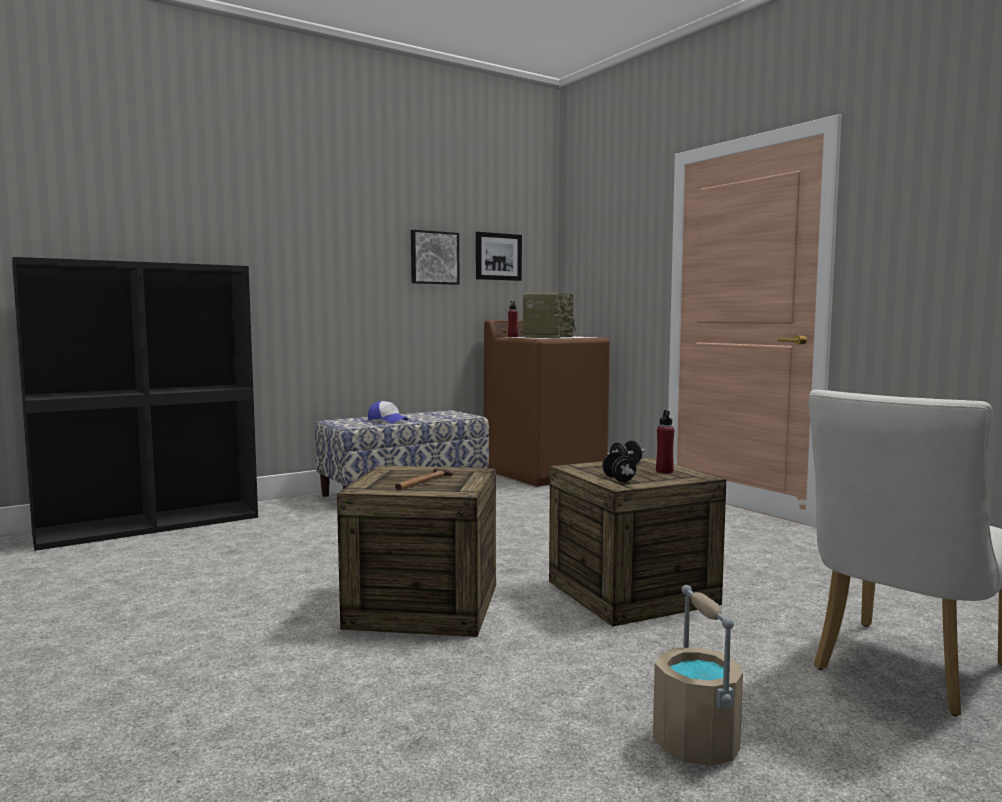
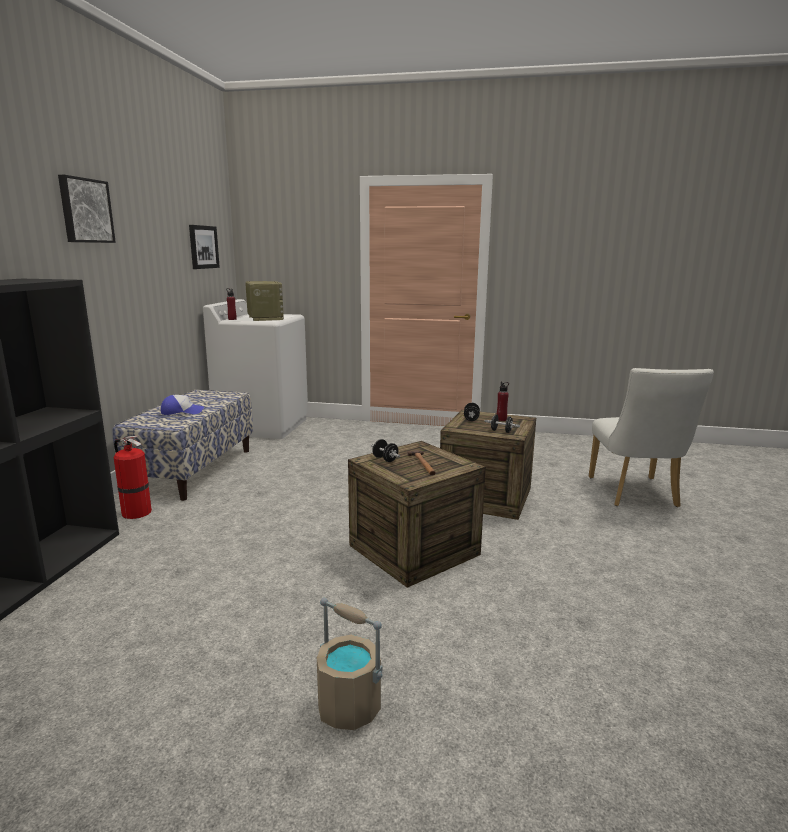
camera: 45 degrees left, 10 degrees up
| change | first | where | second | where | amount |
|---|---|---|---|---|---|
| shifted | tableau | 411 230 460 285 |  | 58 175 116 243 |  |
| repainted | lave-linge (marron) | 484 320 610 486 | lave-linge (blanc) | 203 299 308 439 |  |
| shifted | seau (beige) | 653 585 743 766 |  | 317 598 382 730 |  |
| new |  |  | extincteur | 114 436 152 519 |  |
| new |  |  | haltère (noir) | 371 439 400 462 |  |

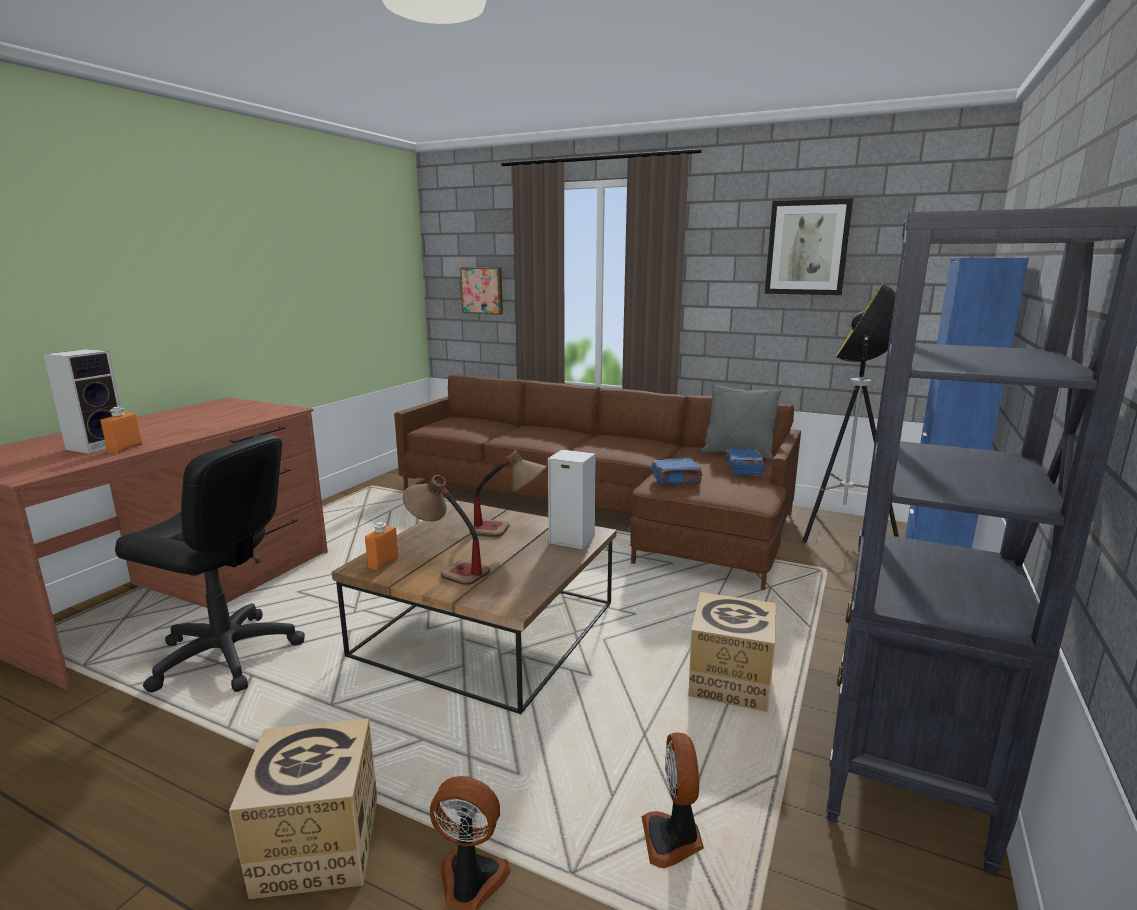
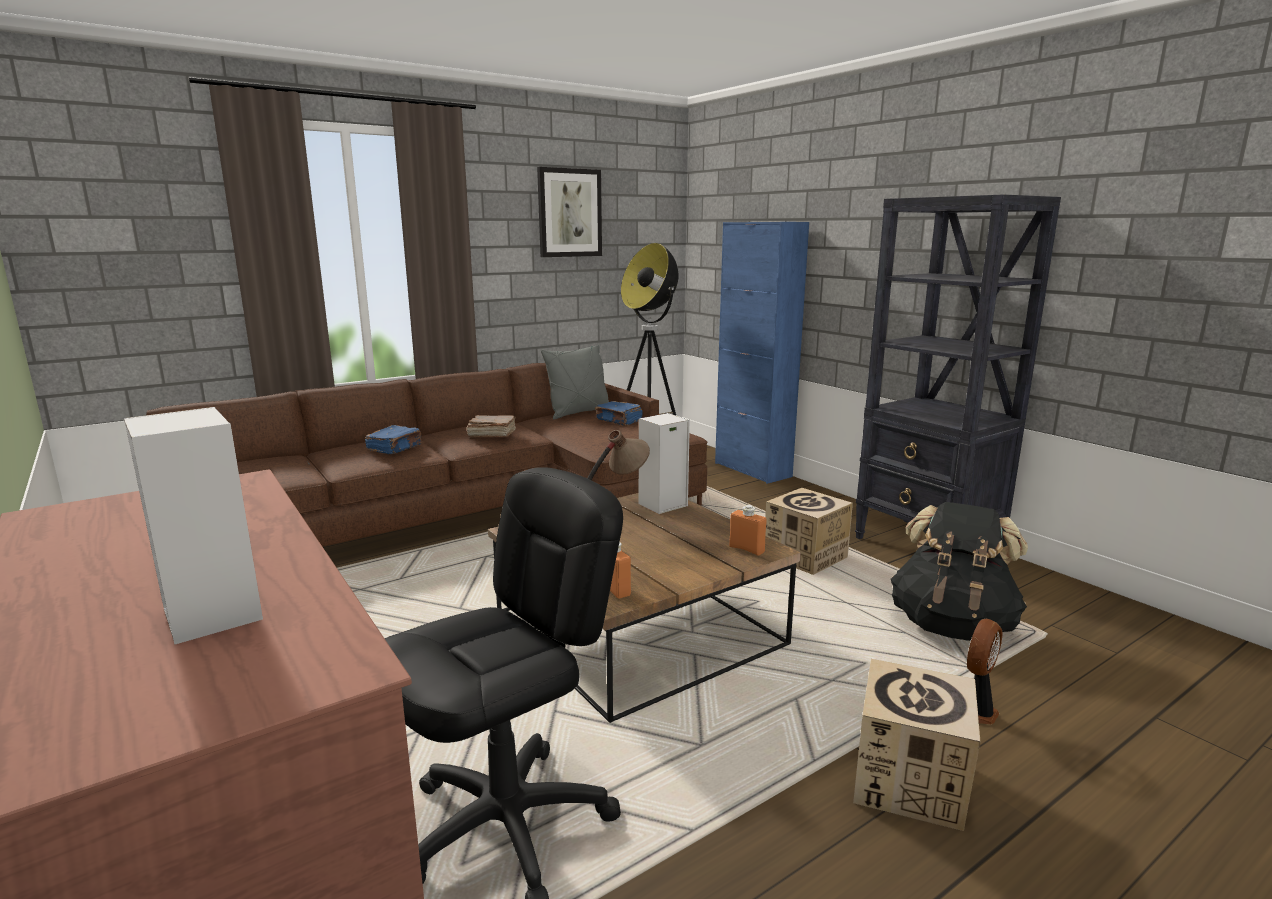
camera: 60 degrees left, 0 degrees up
| change | first | where | second | where | amount |
|---|---|---|---|---|---|
| gone | tableau | 460 267 503 315 |  |  |  |
| shifted | bouteille (orange) | 100 407 142 454 |  | 729 505 767 556 |  |
| shifted | livre (bleu) | 651 458 703 484 |  | 365 425 422 454 |  |
| gone | lampe de table | 403 475 490 585 |  |  |  |
| swapped | ventilateur | 641 732 704 868 | sac à dos (noir) | 891 502 1028 641 |  |
| new |  |  | livre (marron) | 466 415 516 437 |  |

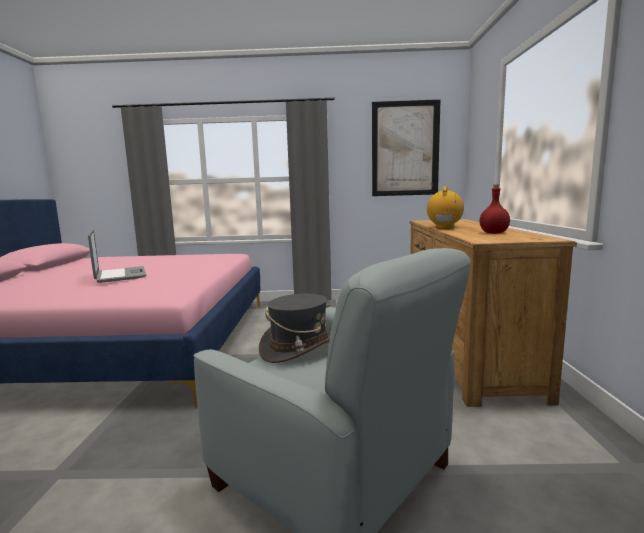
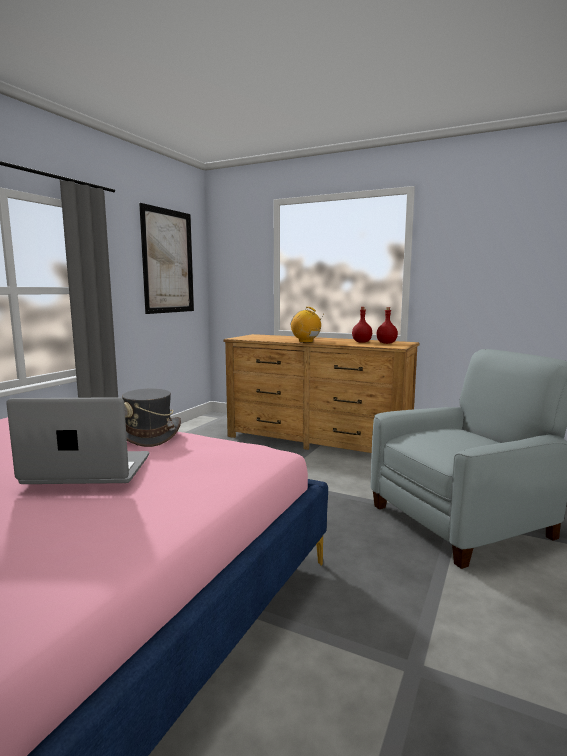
camera: 65 degrees left, 0 degrees up
| change | first | where | second | where | amount |
|---|---|---|---|---|---|
| shifted | chapeau (gris) | 259 294 330 363 |  | 122 388 181 447 |  |
| new |  |  | bouteille (rouge) | 376 307 398 344 |  |

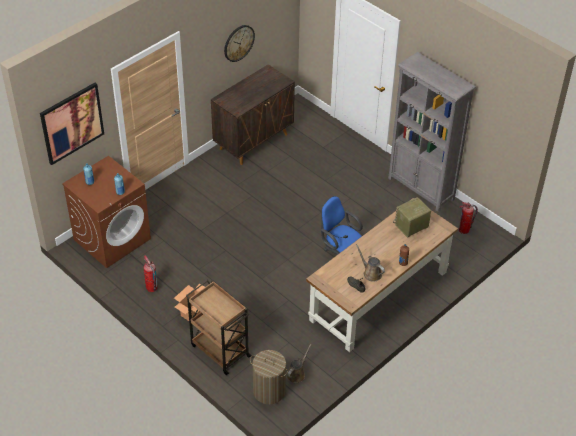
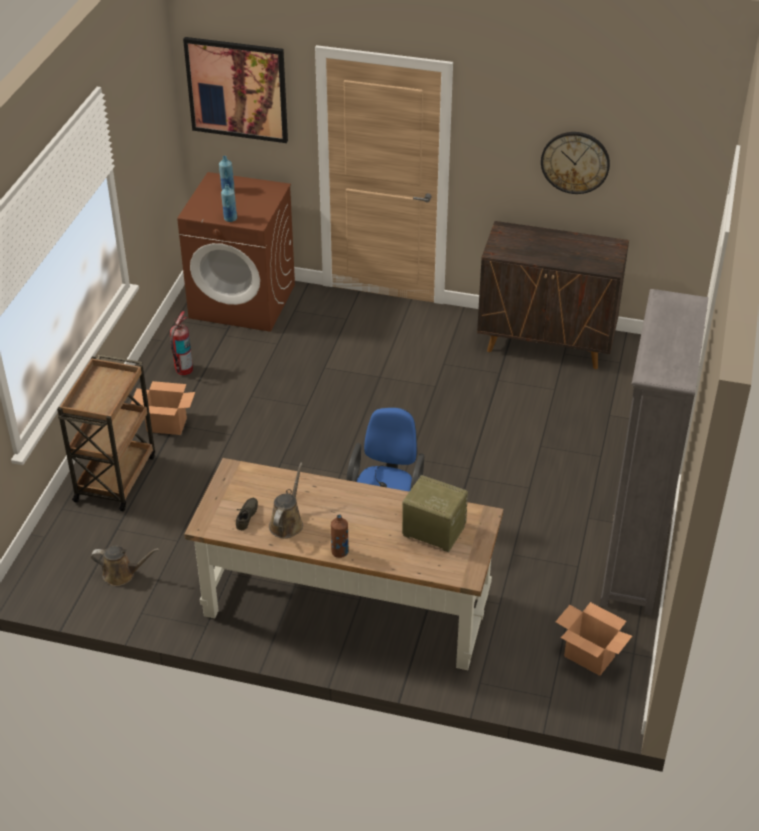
camera: 60 degrees right, 5 degrees down
| change | first | where | second | where | amount |
|---|---|---|---|---|---|
| swapped | extincteur | 459 202 478 234 | carton | 555 602 632 676 |  |
| gone | panier à linge | 250 350 288 404 |  |  |  |

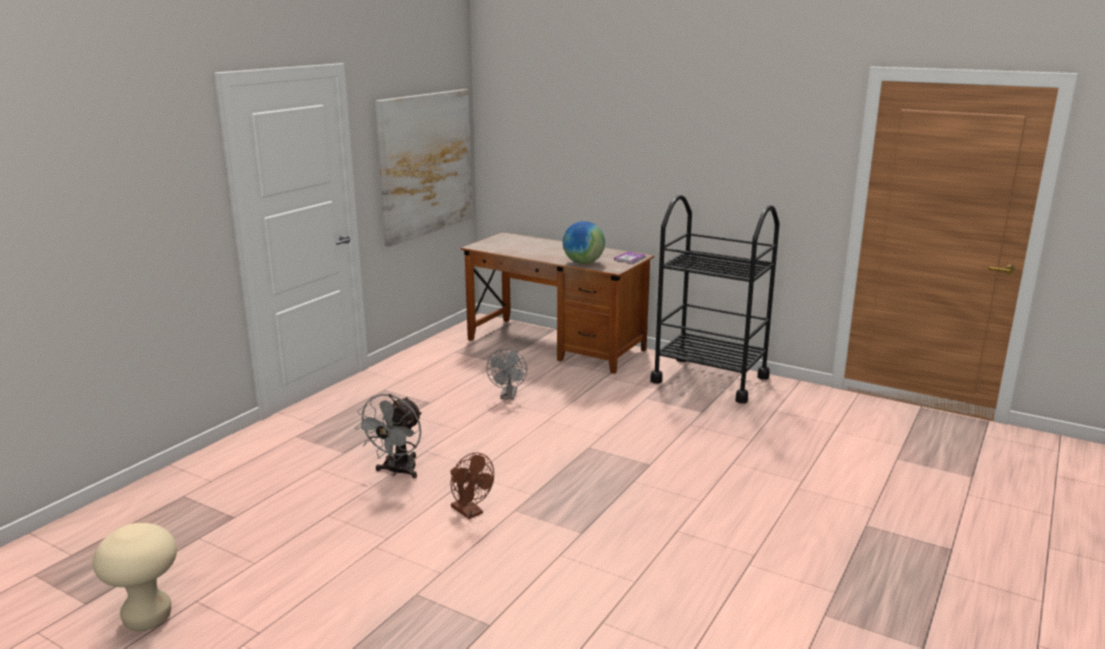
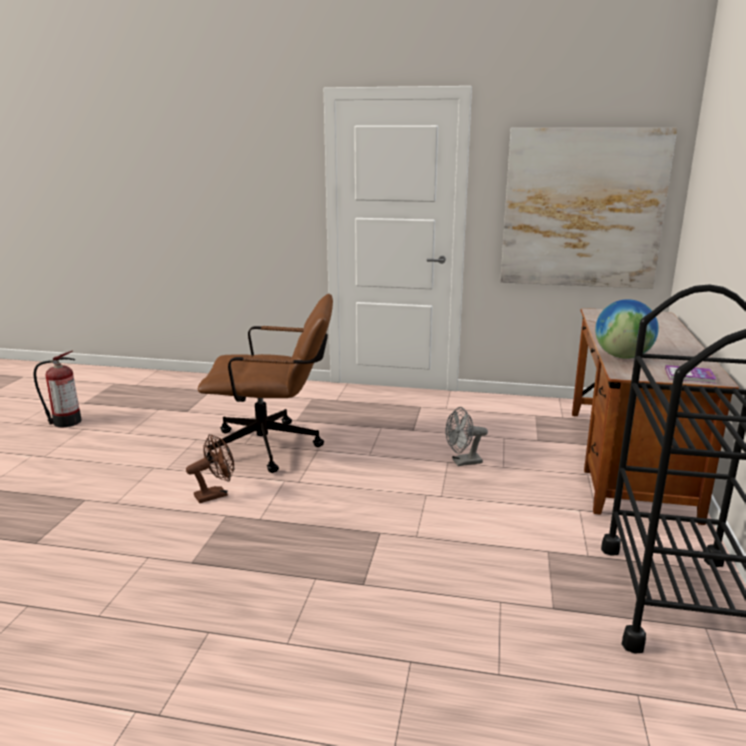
camera: 70 degrees right, 0 degrees up
| change | first | where | second | where | amount |
|---|---|---|---|---|---|
| swapped | ventilateur (gris) | 355 394 422 478 | chaise de bureau (marron) | 198 294 333 473 |  |
| rotated | ventilateur (marron) | 450 453 494 519 |  | 186 434 234 503 | 150 degrees counterclockwise |
| swapped | tabouret (beige) | 93 523 177 631 | extincteur | 34 351 82 427 |  |

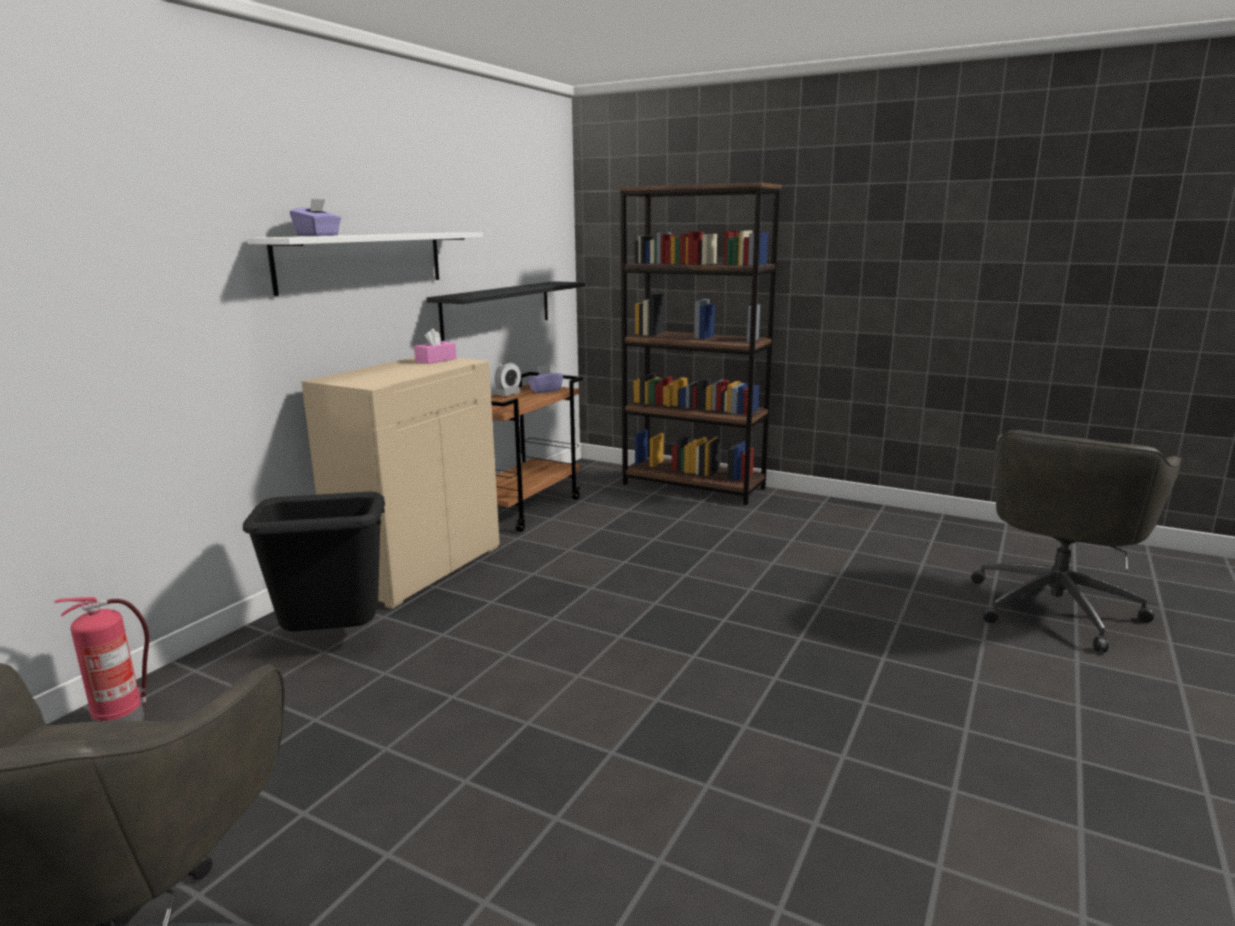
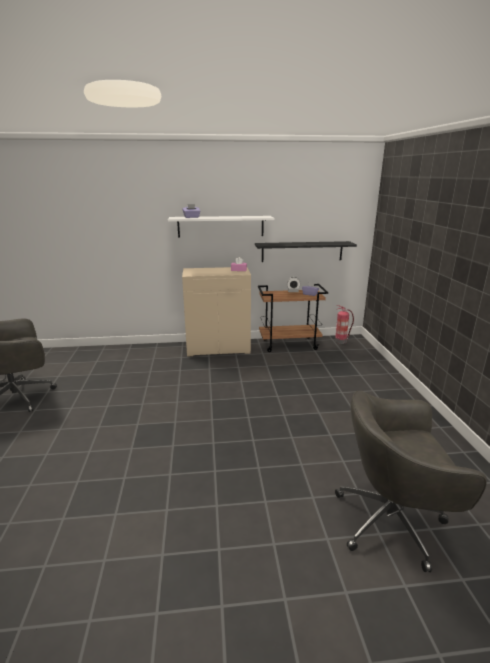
camera: 55 degrees right, 5 degrees up
| change | first | where | second | where | amount |
|---|---|---|---|---|---|
| gone | bibliothèque (marron) | 620 183 781 505 |  |  |  |
| gone | poubelle (noir) | 243 492 385 631 |  |  |  |
| shifted | extincteur | 54 597 149 722 |  | 335 305 354 344 |  |

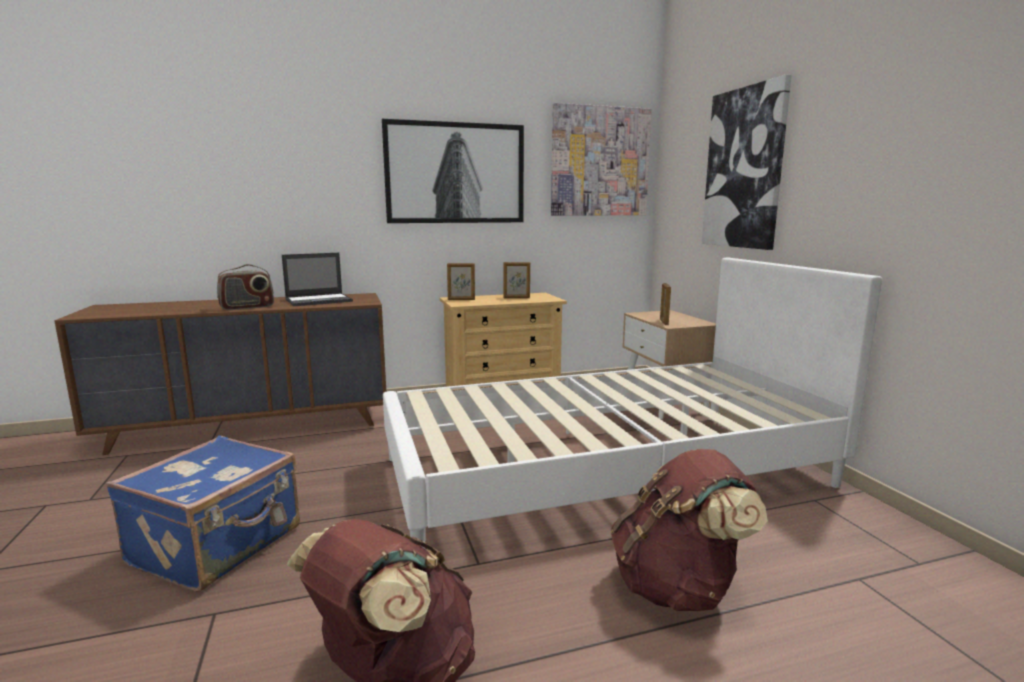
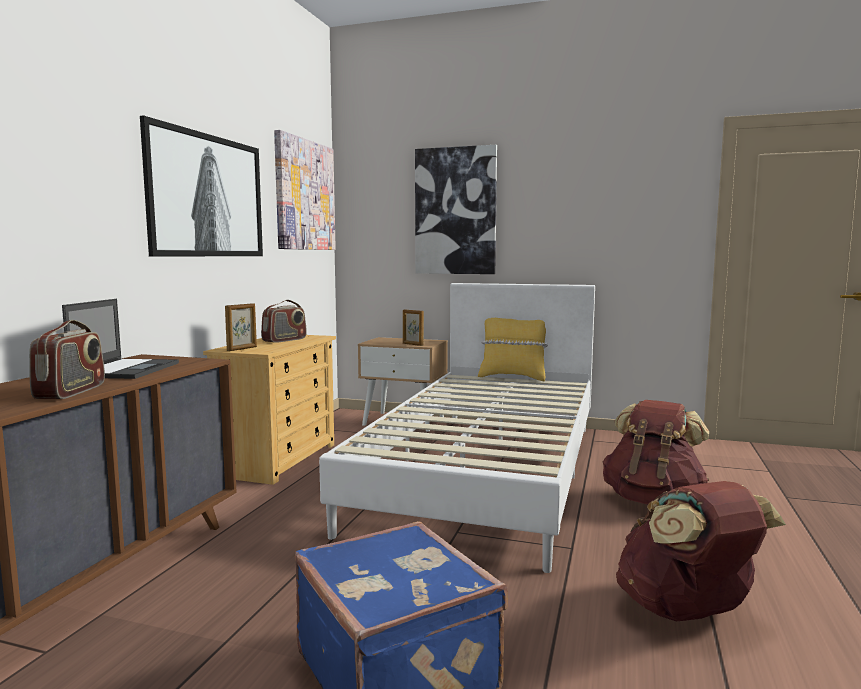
camera: 55 degrees left, 5 degrees down
| change | first | where | second | where | amount |
|---|---|---|---|---|---|
| swapped | cadre photo | 503 262 530 298 | radio | 261 300 307 343 |  |
| new |  |  | coussin (jaune) | 478 318 548 381 |  |

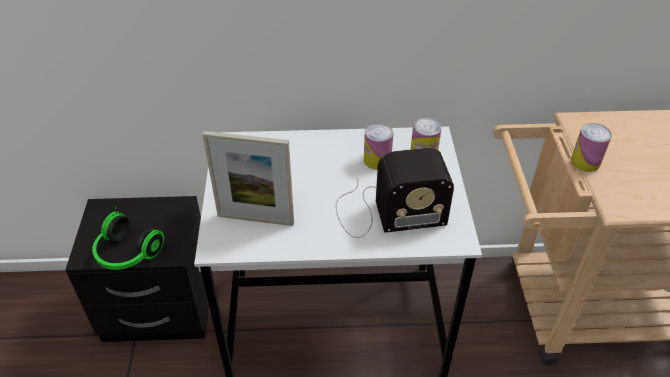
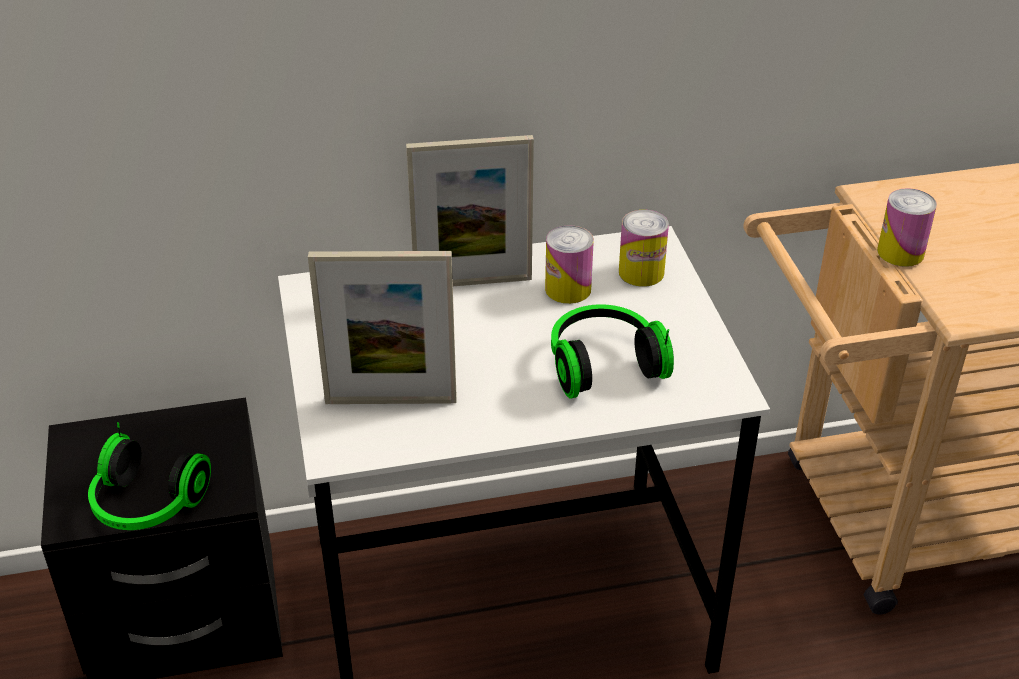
camera: 10 degrees left, 5 degrees down
| change | first | where | second | where | amount |
|---|---|---|---|---|---|
| swapped | radio | 336 148 454 238 | casque audio | 551 304 674 399 |  |
| new |  |  | cadre photo | 406 135 534 286 |  |

